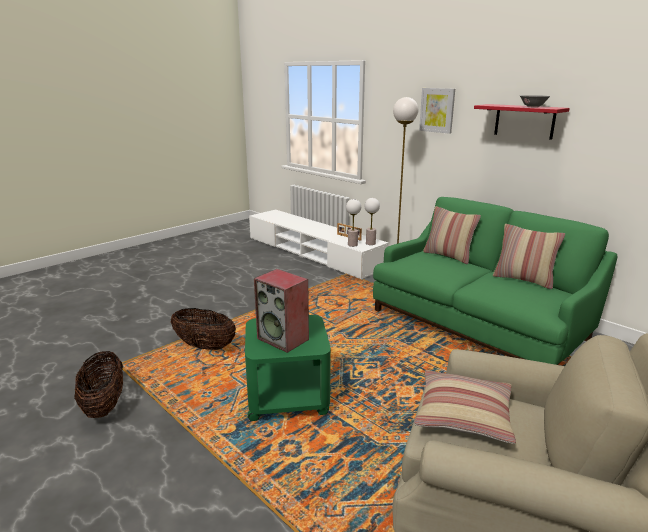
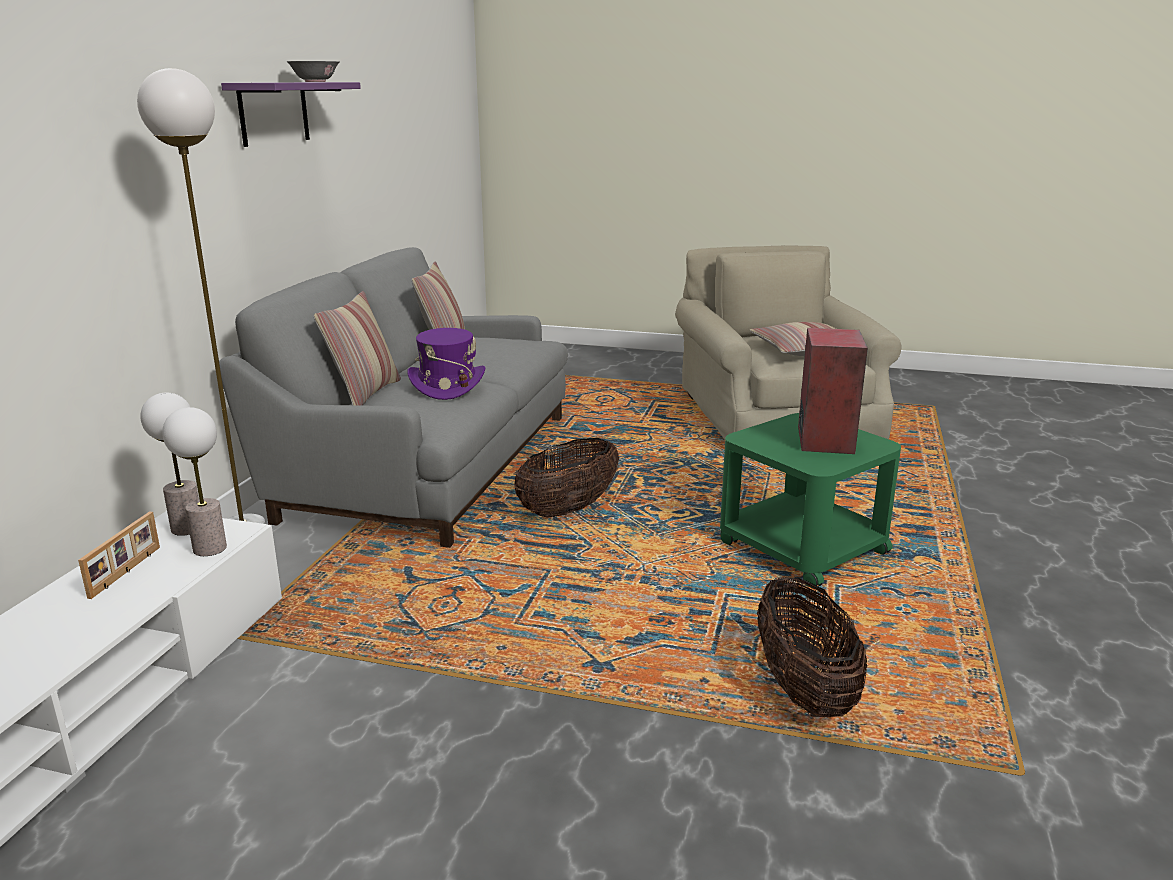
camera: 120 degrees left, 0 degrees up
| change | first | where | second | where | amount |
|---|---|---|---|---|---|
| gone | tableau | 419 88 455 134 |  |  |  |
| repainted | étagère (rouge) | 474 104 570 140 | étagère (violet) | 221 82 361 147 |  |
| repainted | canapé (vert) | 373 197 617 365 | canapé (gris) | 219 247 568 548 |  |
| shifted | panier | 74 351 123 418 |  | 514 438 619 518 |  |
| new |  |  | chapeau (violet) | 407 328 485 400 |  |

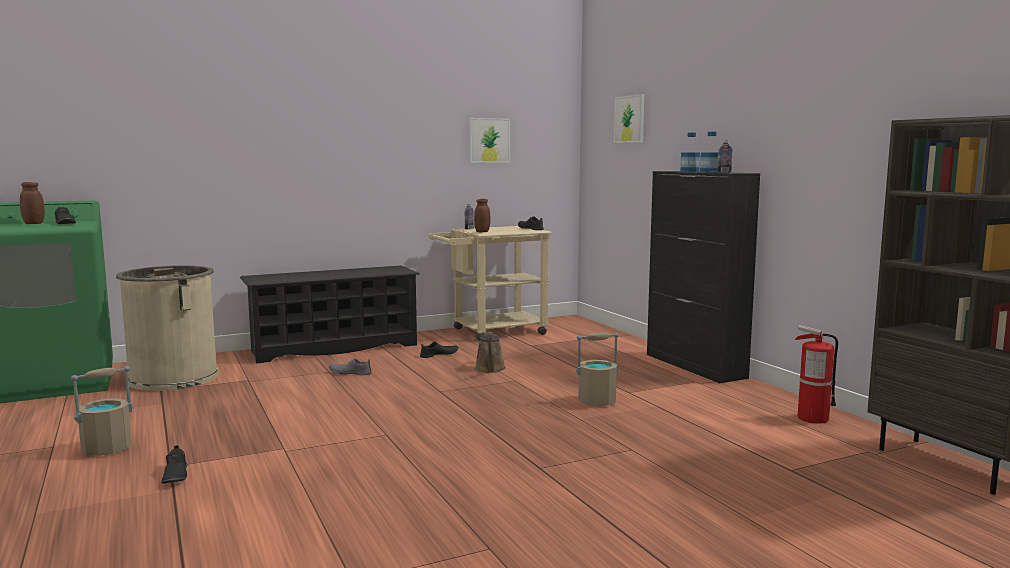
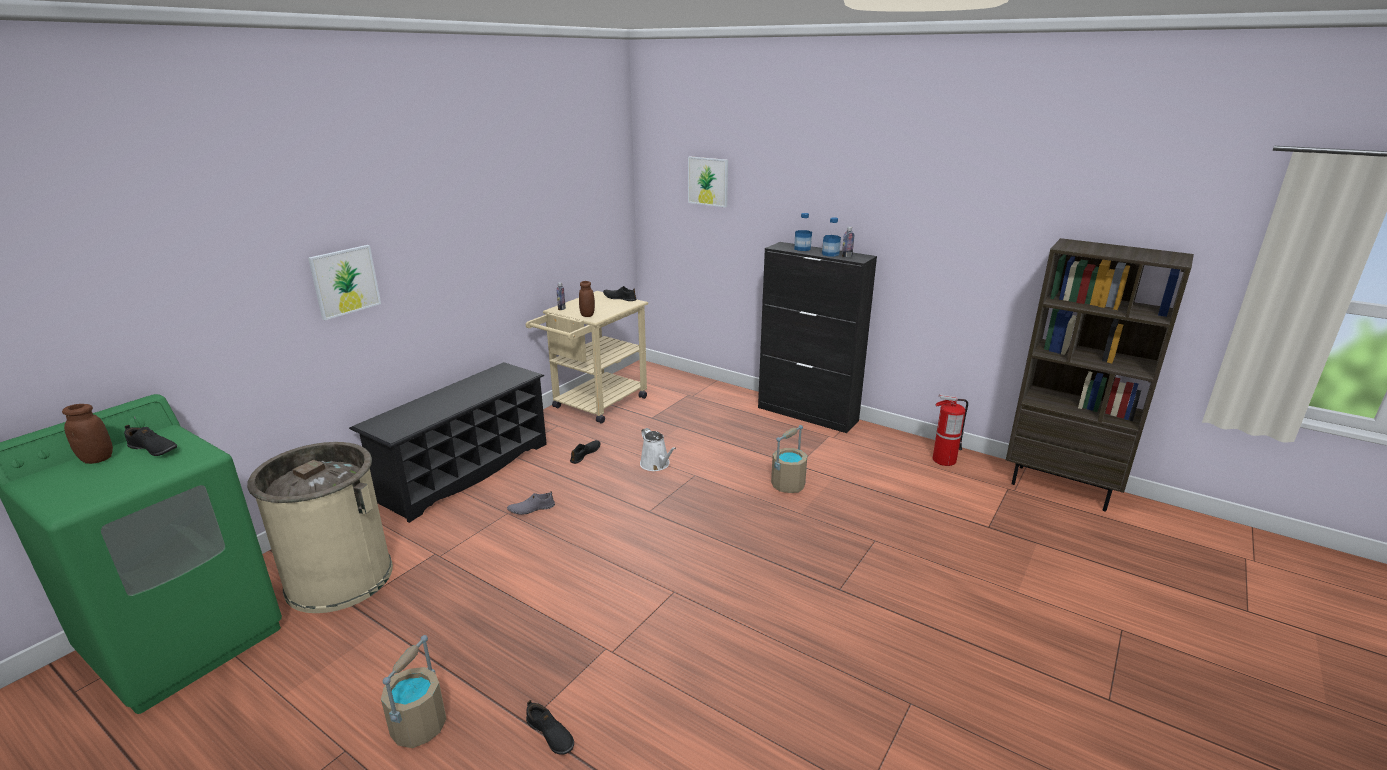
camera: 30 degrees left, 15 degrees up
| change | first | where | second | where | amount |
|---|---|---|---|---|---|
| shifted | tableau | 469 118 510 163 |  | 308 245 381 320 |  |
| repainted | arrosoir (marron) | 475 332 506 373 | arrosoir (blanc) | 640 428 676 471 |  |

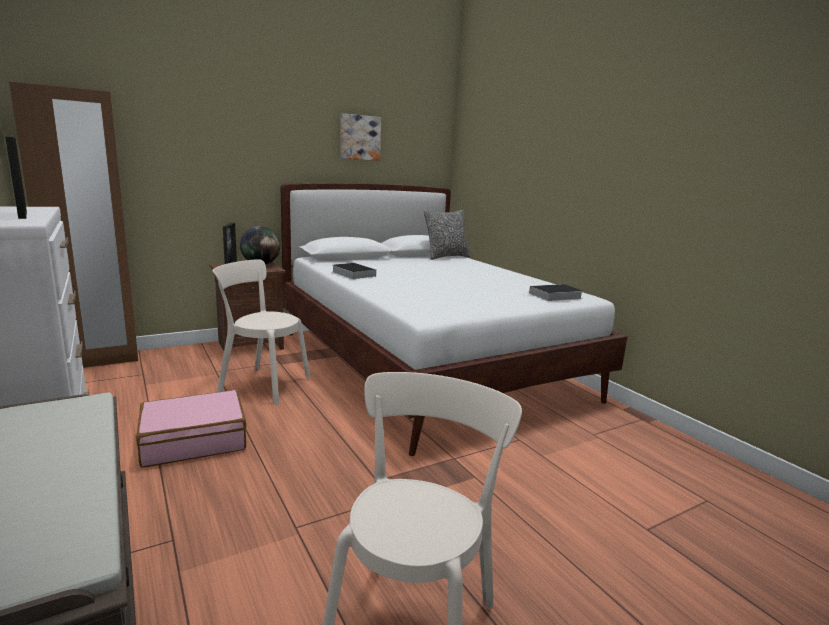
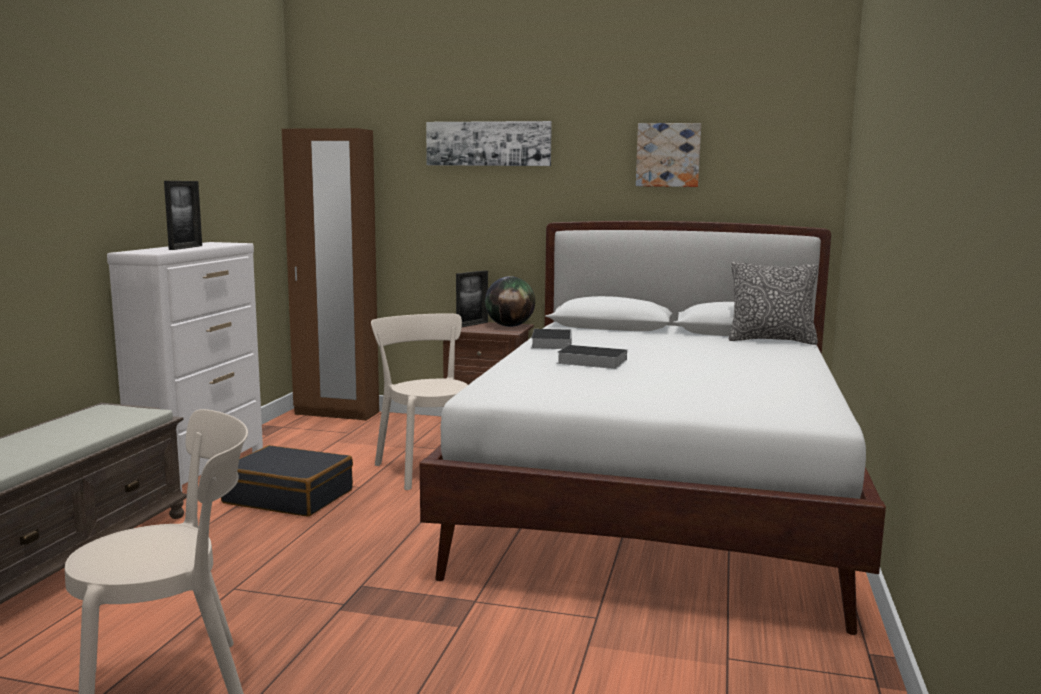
camera: 45 degrees right, 5 degrees down
| change | first | where | second | where | amount |
|---|---|---|---|---|---|
| shifted | livre | 528 284 582 301 |  | 557 345 627 369 |  |
| repainted | valise (rose) | 136 390 246 468 | valise (noir) | 221 445 353 517 |  |
| new |  |  | tableau | 426 121 552 166 |  |

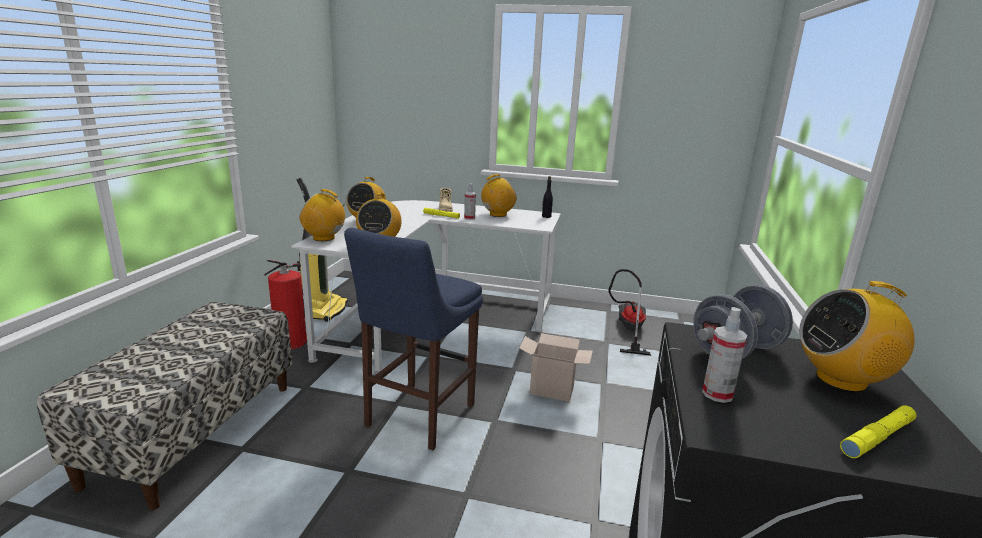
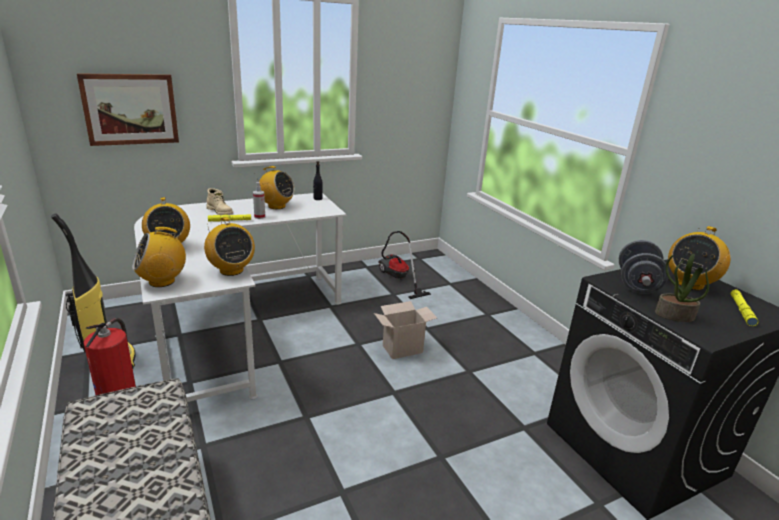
camera: 40 degrees left, 5 degrees up
| change | first | where | second | where | amount |
|---|---|---|---|---|---|
| rotated | radio | 481 174 517 217 |  | 254 166 295 209 | 90 degrees clockwise |
| gone | tabouret (bleu) | 344 228 483 450 |  |  |  |
| swapped | vaporisateur | 702 307 747 403 | plante en pot | 655 254 709 322 |  |
| new |  |  | tableau | 77 73 179 146 |  |

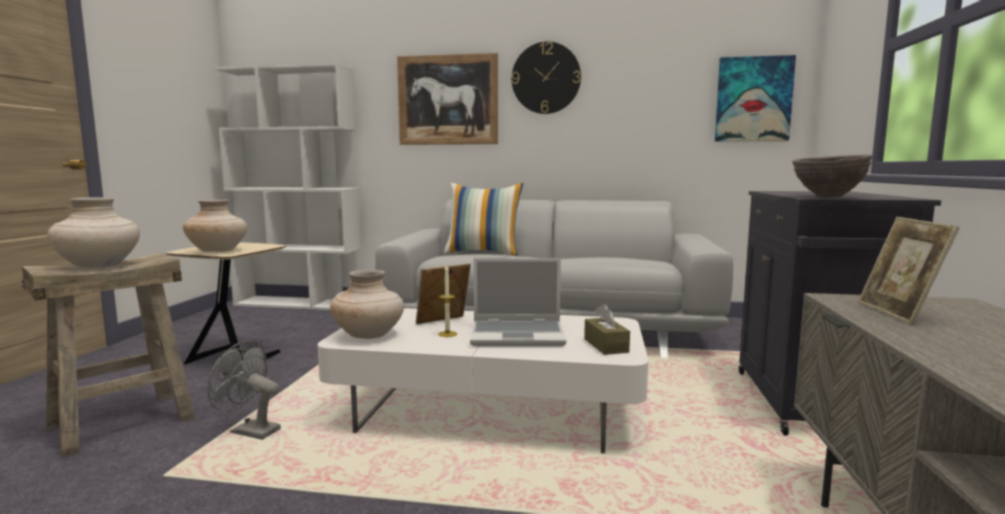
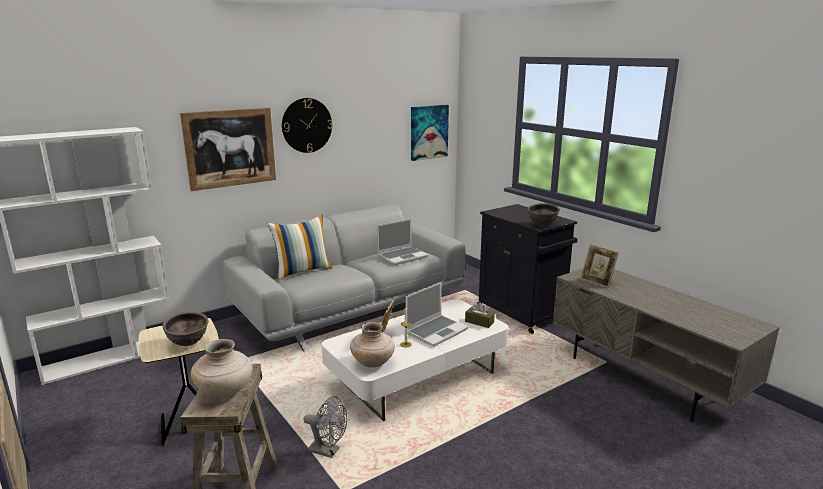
camera: 45 degrees left, 10 degrees up
| change | first | where | second | where | amount |
|---|---|---|---|---|---|
| swapped | vase (beige) | 183 200 247 252 | bol (marron) | 162 312 209 346 |  |
| rotated | ventilateur (gris) | 208 340 281 440 |  | 303 396 347 458 | 135 degrees counterclockwise |
| new |  |  | ordinateur portable | 377 219 428 265 |  |

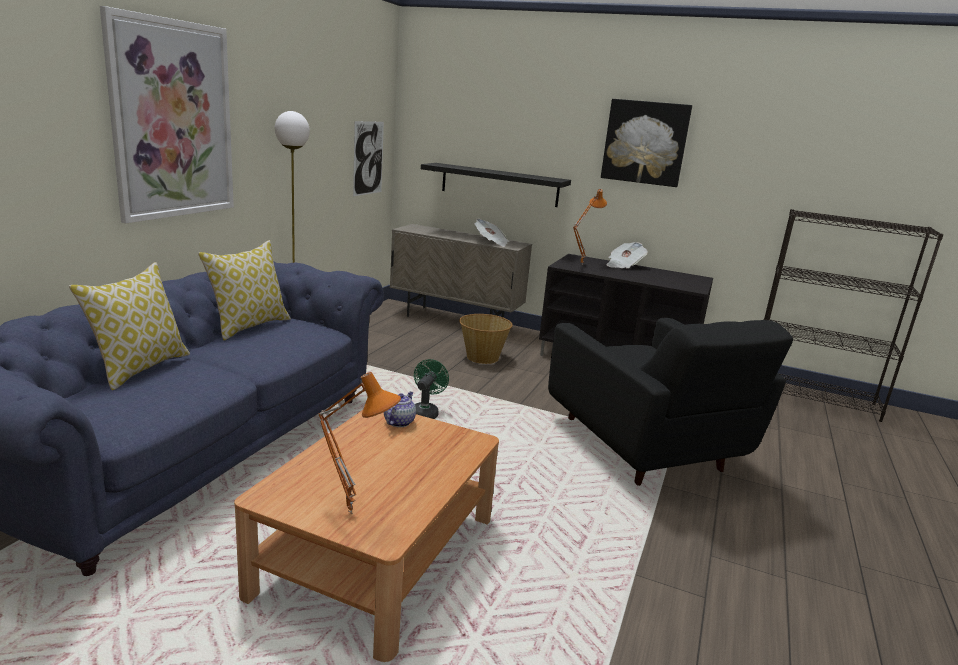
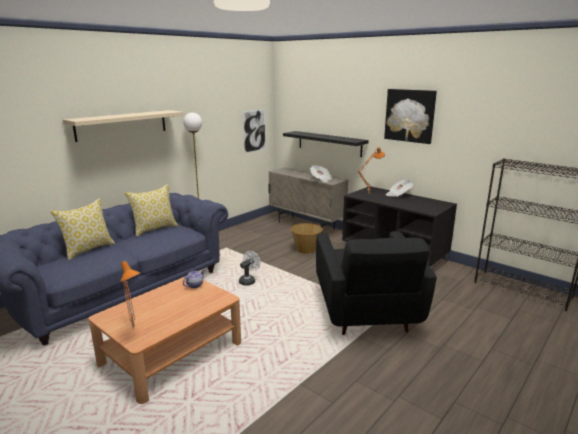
camera: 20 degrees right, 0 degrees up
| change | first | where | second | where | amount |
|---|---|---|---|---|---|
| swapped | tableau | 100 6 234 223 | étagère (beige) | 63 110 184 142 |  |
| repainted | ventilateur (vert) | 414 359 449 419 | ventilateur (blanc) | 239 251 260 286 |  |

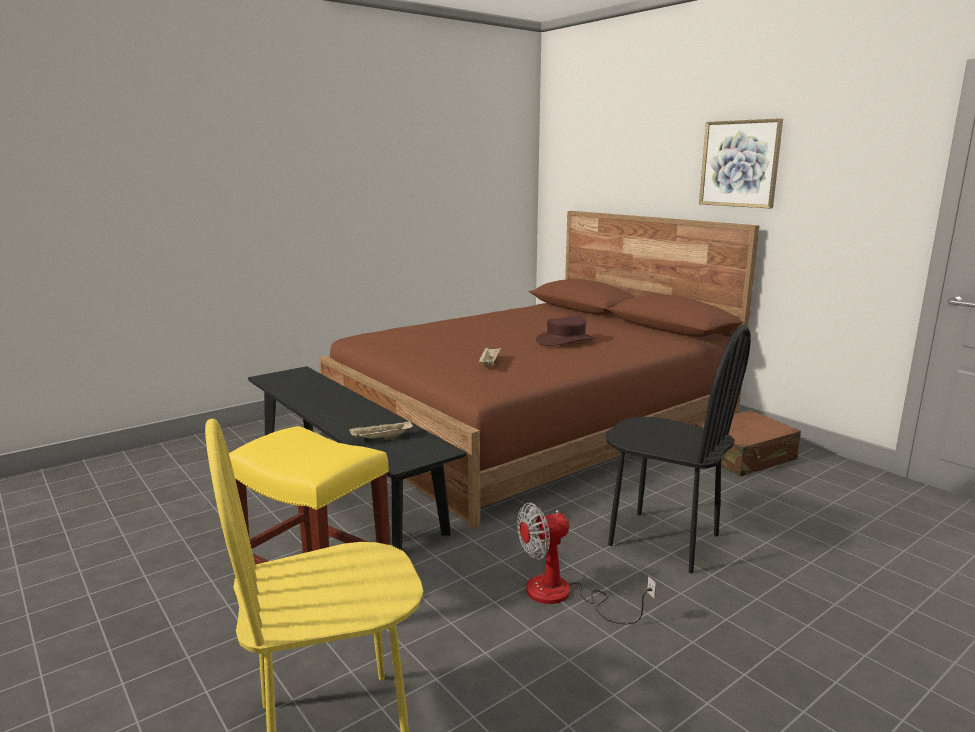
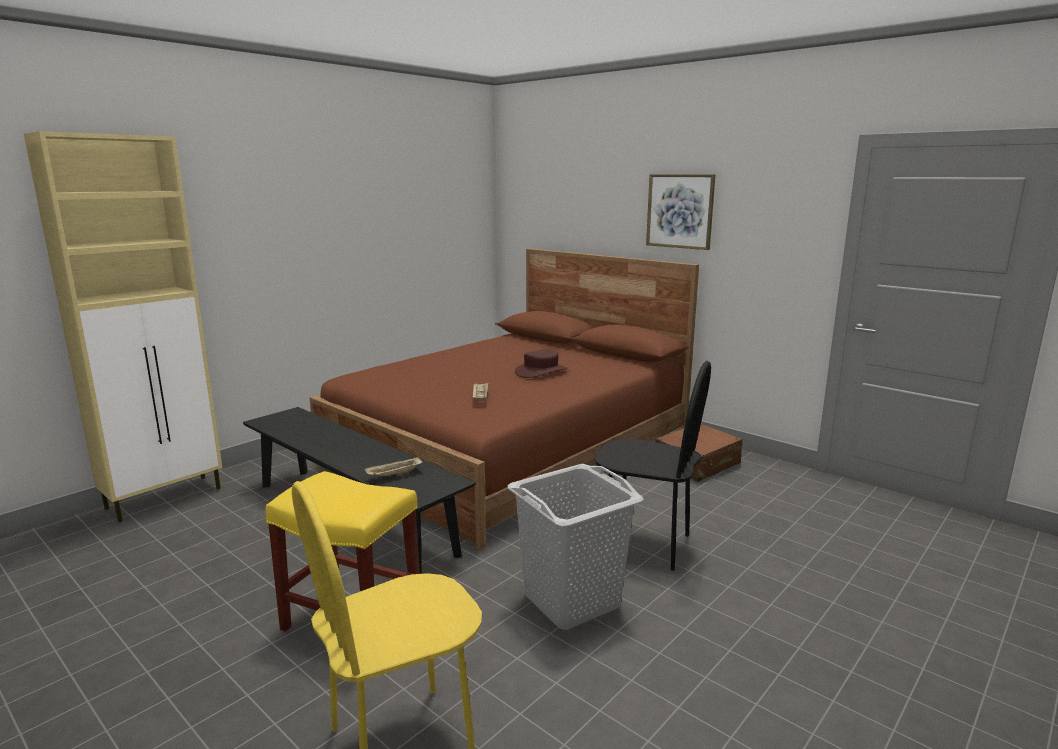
camera: 10 degrees left, 0 degrees up
| change | first | where | second | where | amount |
|---|---|---|---|---|---|
| swapped | ventilateur | 517 502 656 624 | panier à linge (gris) | 507 464 644 630 |  |
| new |  |  | meuble de rangement (beige) | 24 131 222 522 |  |

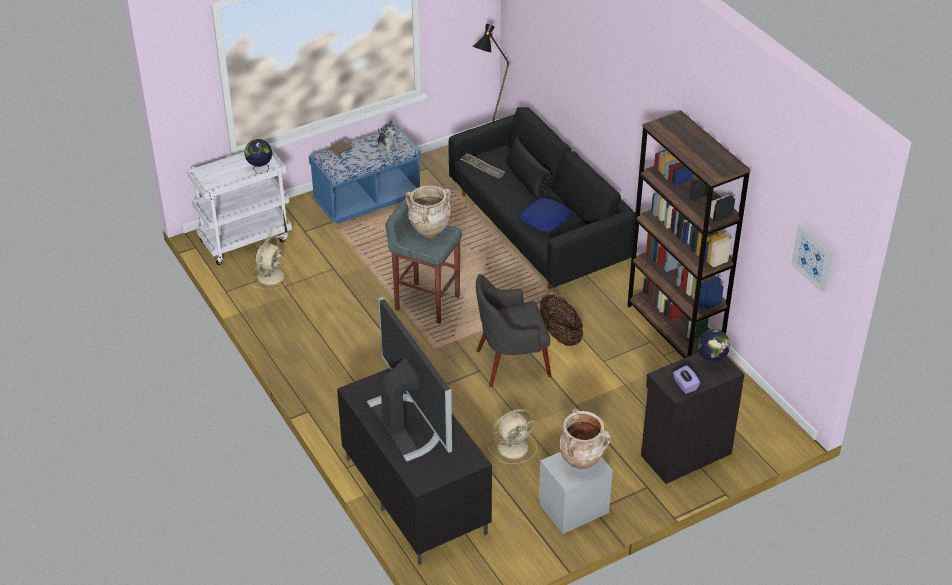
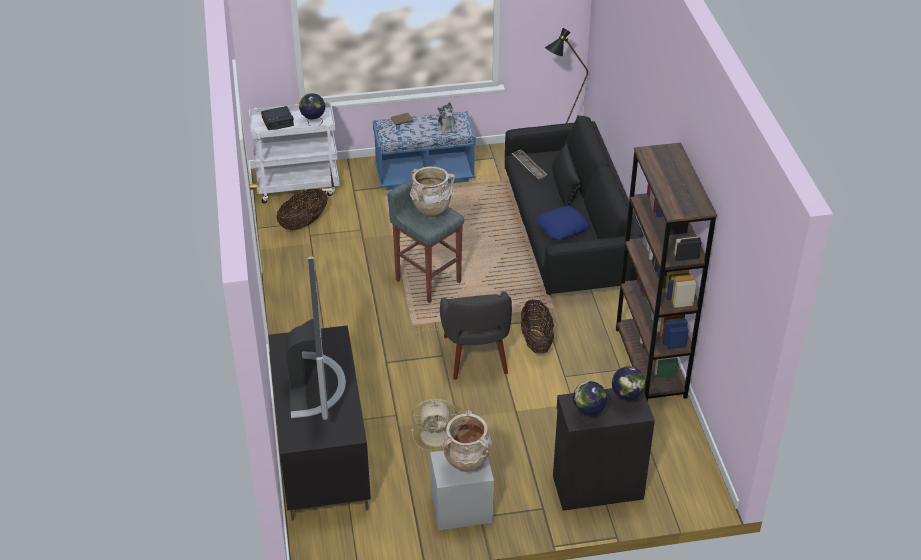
camera: 20 degrees right, 0 degrees up
| change | first | where | second | where | amount |
|---|---|---|---|---|---|
| gone | tableau | 791 225 833 292 |  |  |  |
| swapped | ventilateur (beige) | 252 236 292 289 | panier | 276 189 328 230 |  |
| rotated | fauteuil (gris) | 476 274 551 387 |  | 440 291 512 380 | 105 degrees counterclockwise |
| swapped | boîte à mouchoirs (violet) | 673 365 700 394 | globe | 573 381 607 422 |  |
| new |  |  | réveil | 261 106 294 130 |  |

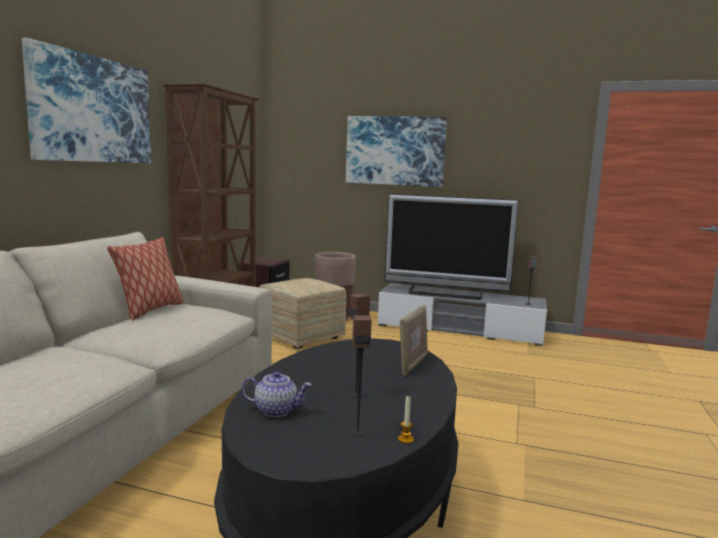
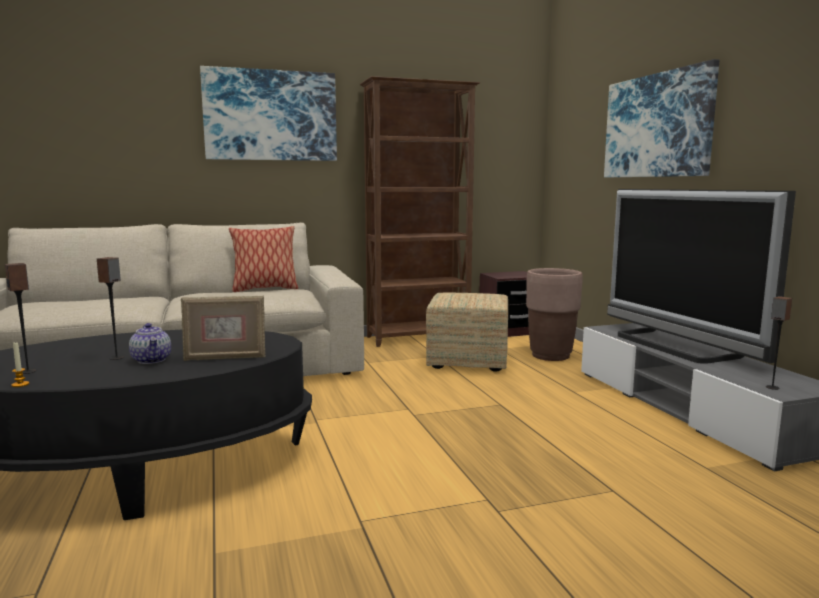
camera: 55 degrees right, 0 degrees up
| change | first | where | second | where | amount |
|---|---|---|---|---|---|
| shifted | théière | 241 371 312 417 |  | 129 323 171 364 |  |

